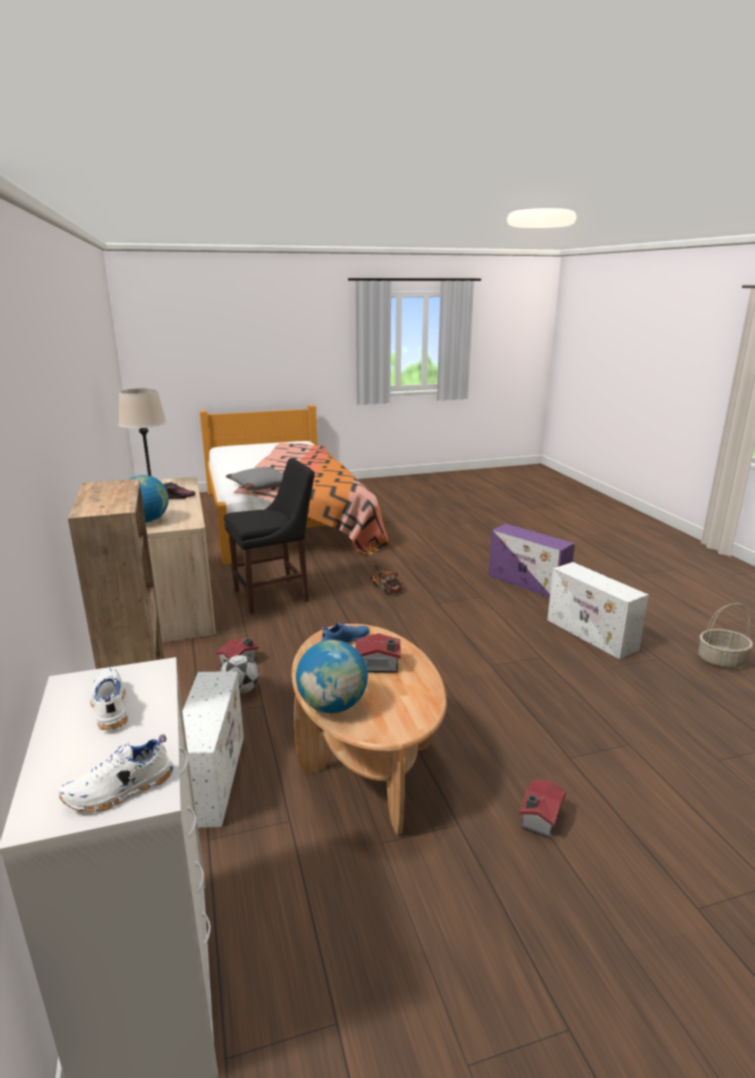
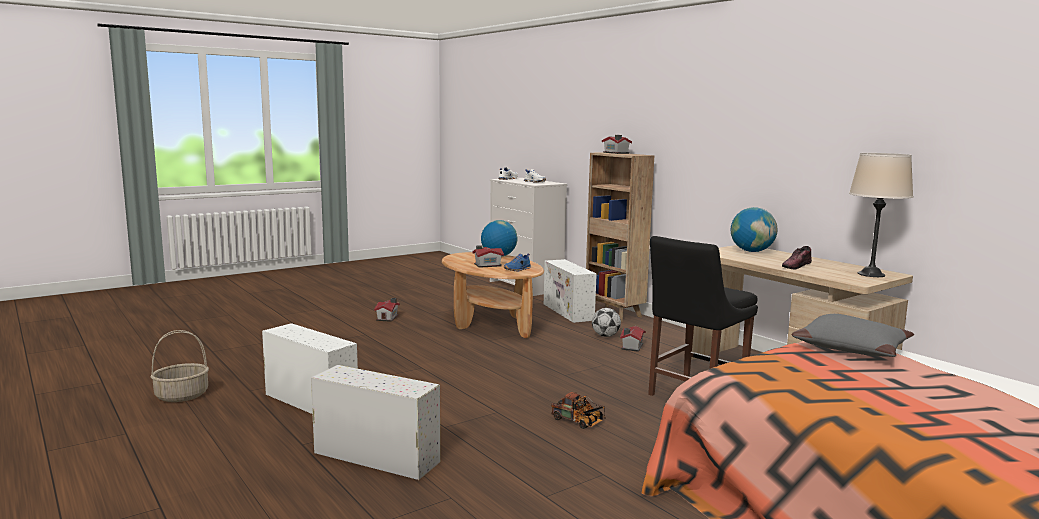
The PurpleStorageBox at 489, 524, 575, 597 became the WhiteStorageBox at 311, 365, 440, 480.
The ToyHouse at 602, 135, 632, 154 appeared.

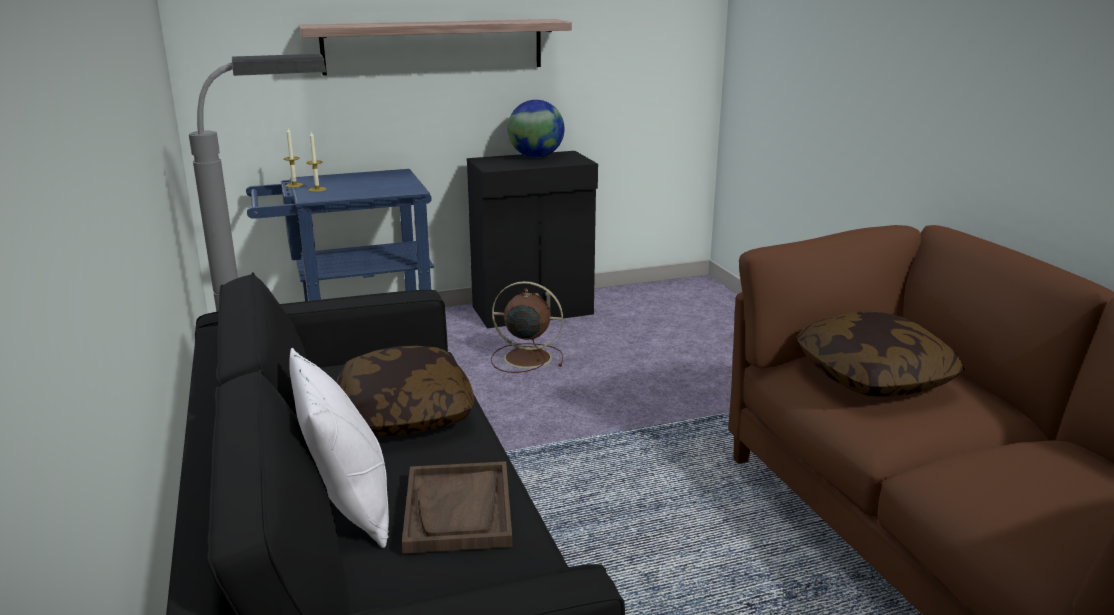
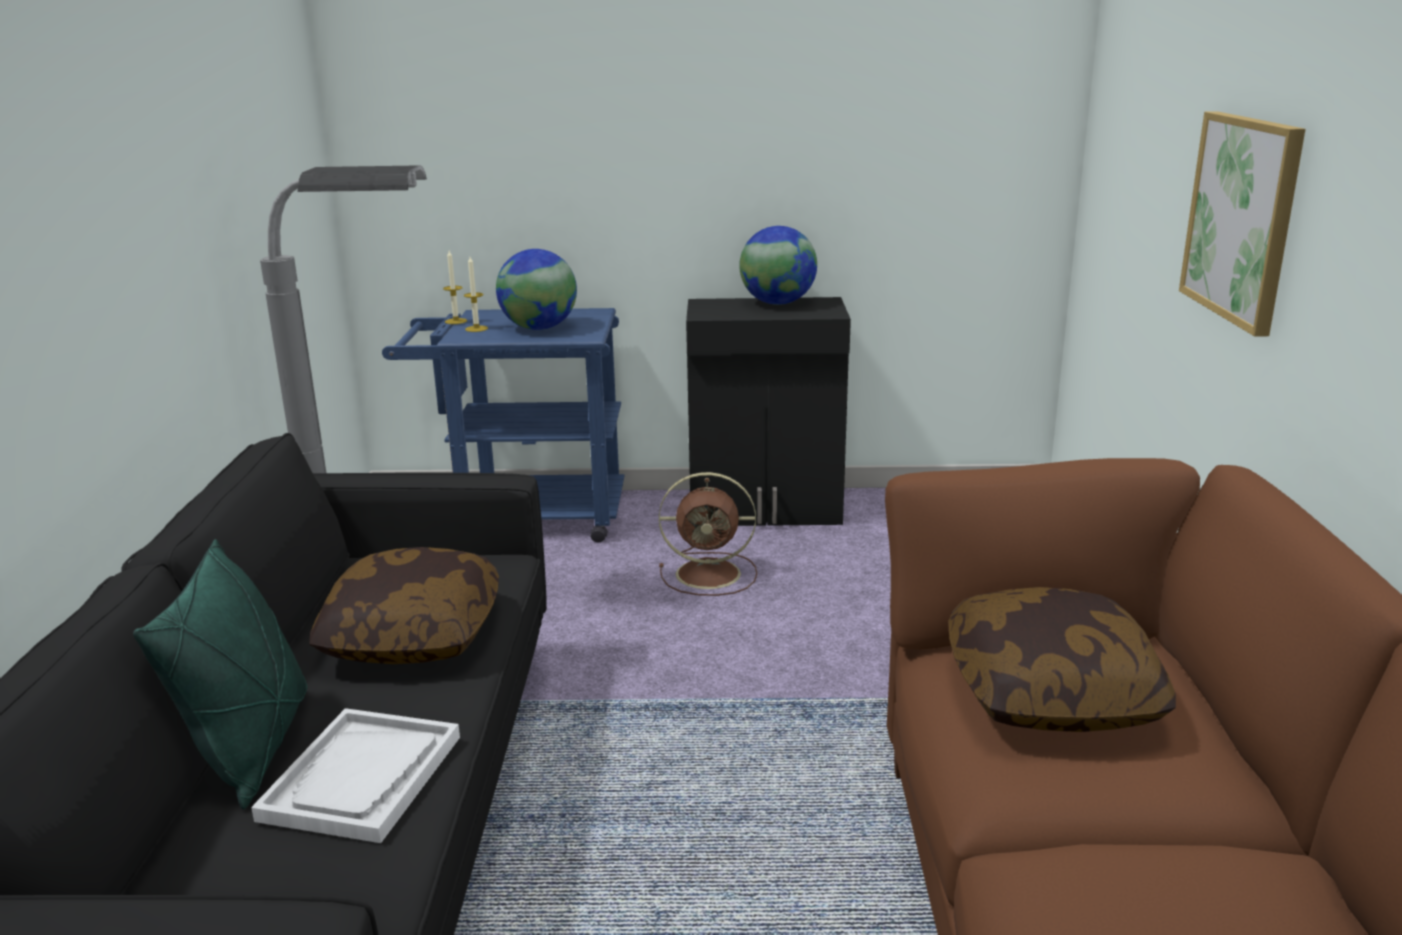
The Shelf at 298, 19, 572, 76 disappeared.
The BrownFan at 491, 281, 563, 373 turned 150 degrees clockwise.
The WhitePillow at 290, 348, 389, 548 became the GreenPillow at 133, 539, 307, 809.
The BrownTray at 402, 461, 512, 554 became the WhiteTray at 251, 708, 460, 843.
The Picture at 1179, 111, 1306, 337 appeared.
The Globe at 496, 249, 577, 330 appeared.

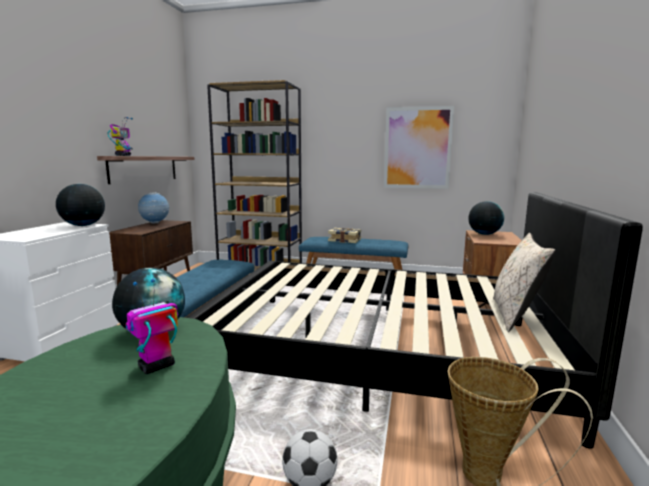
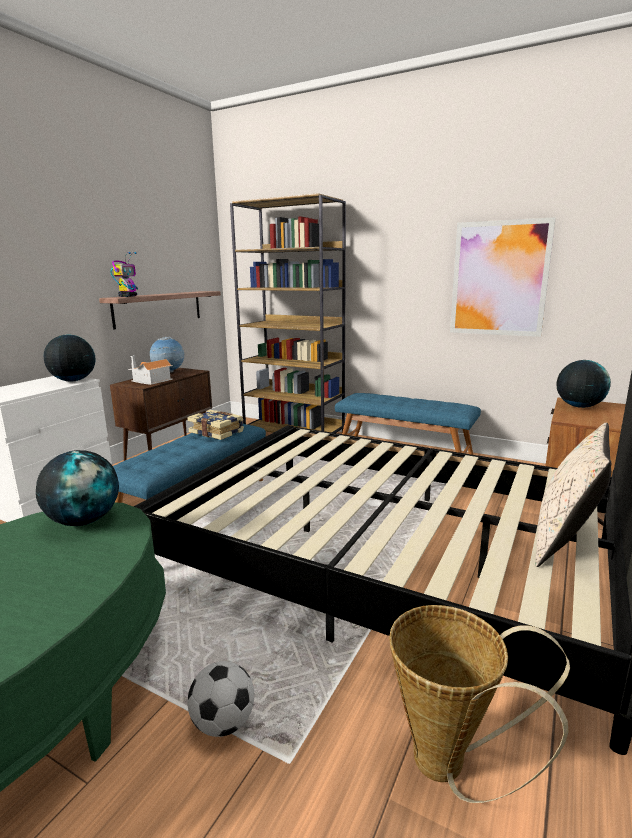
The Book moved from 328, 228, 361, 243 to 187, 410, 244, 440.
The ToyRobot at 126, 279, 178, 374 disappeared.
The ToyHouse at 128, 356, 173, 385 appeared.

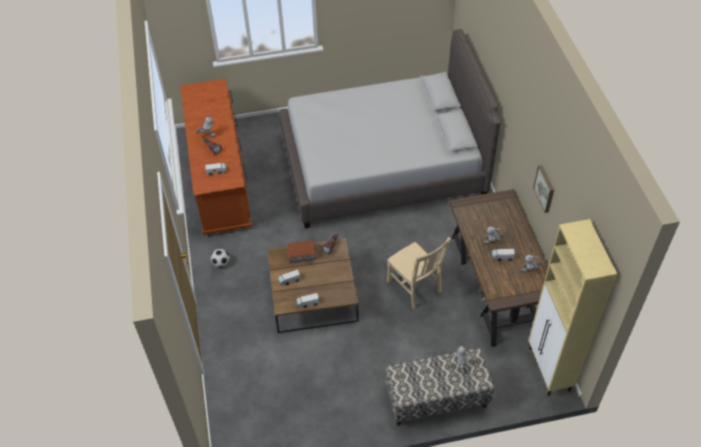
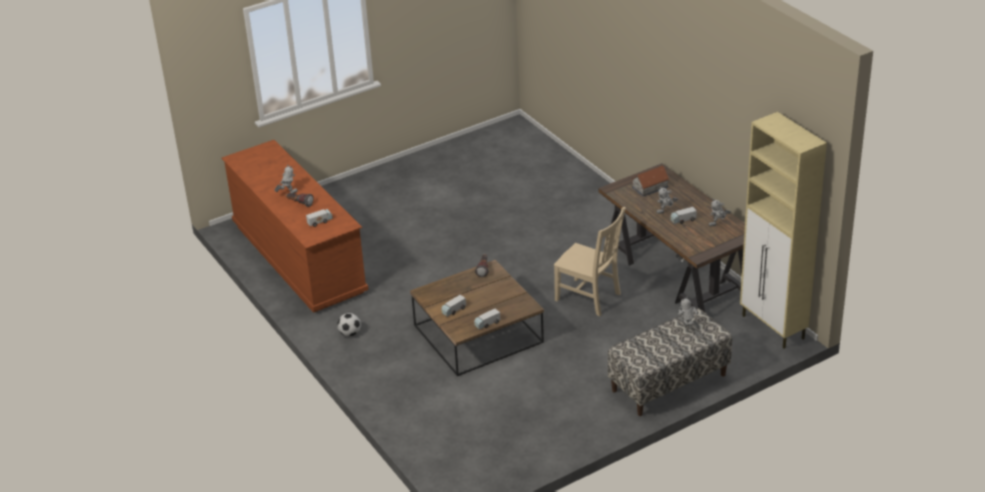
The GreyBed at 279, 29, 501, 228 disappeared.
The Picture at 533, 165, 554, 213 disappeared.
The ToyHouse moved from 286, 240, 316, 263 to 631, 166, 669, 197.

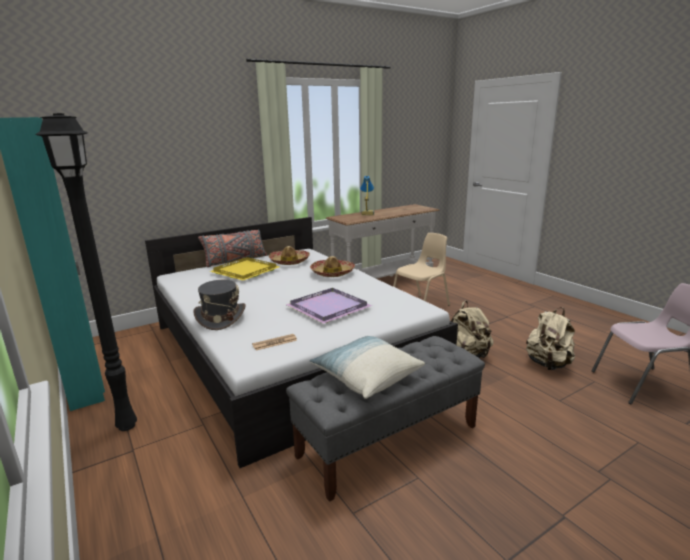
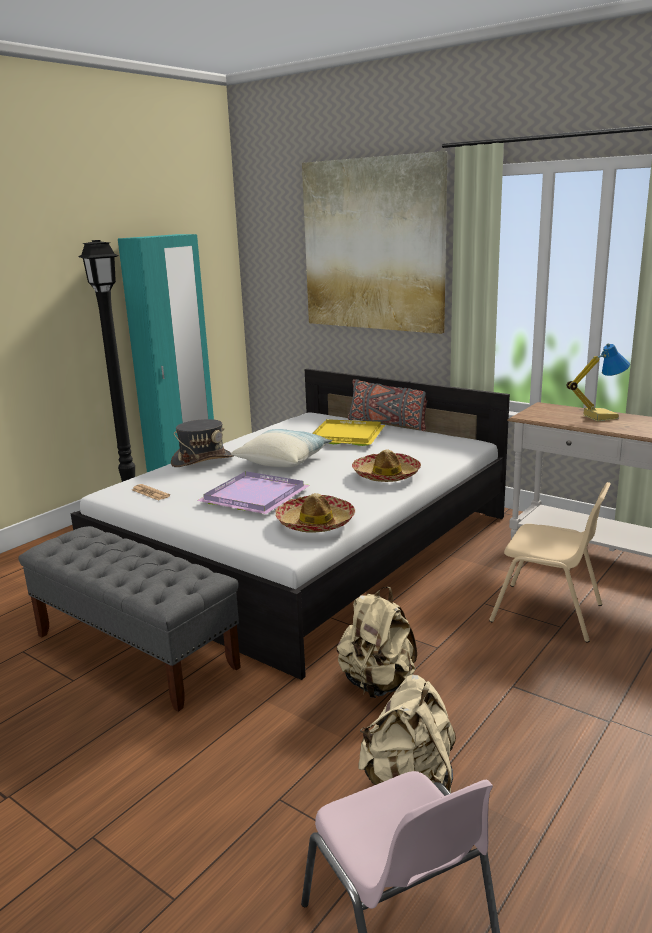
The Hat moved from 269, 246, 310, 265 to 276, 493, 355, 533.
The Pillow moved from 309, 336, 425, 399 to 231, 429, 332, 467.
The Picture at 302, 151, 448, 334 appeared.

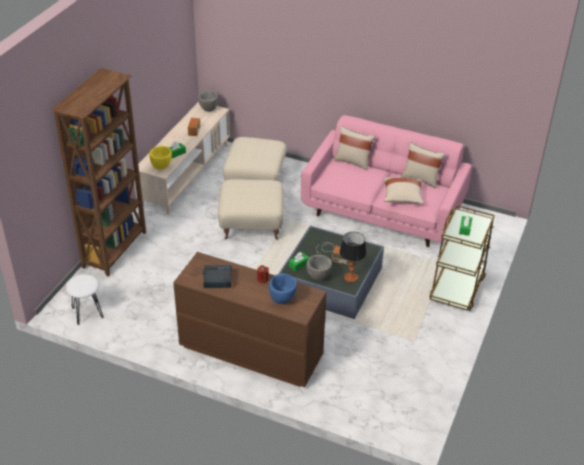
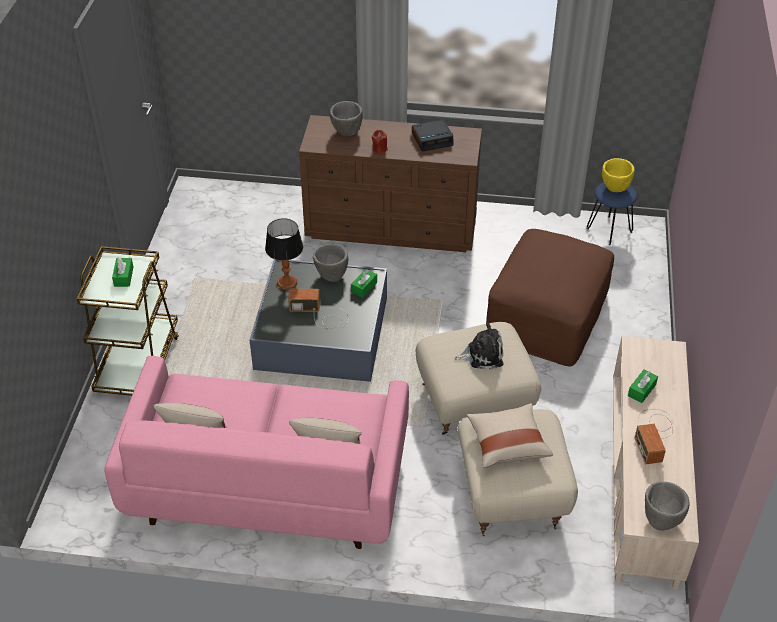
The BrownBookcase at 52, 68, 146, 276 disappeared.
The YellowBowl moved from 149, 146, 172, 170 to 602, 158, 635, 192.
The BeigePillow moved from 383, 177, 424, 204 to 467, 403, 553, 468.
The WhiteStool at 66, 274, 103, 325 became the BlueStool at 587, 182, 637, 245.
The BlueBowl at 269, 274, 297, 304 became the GreyBowl at 330, 101, 363, 136.
The BrownOttoman at 486, 229, 614, 367 appeared.
The PlushToy at 454, 322, 503, 369 appeared.

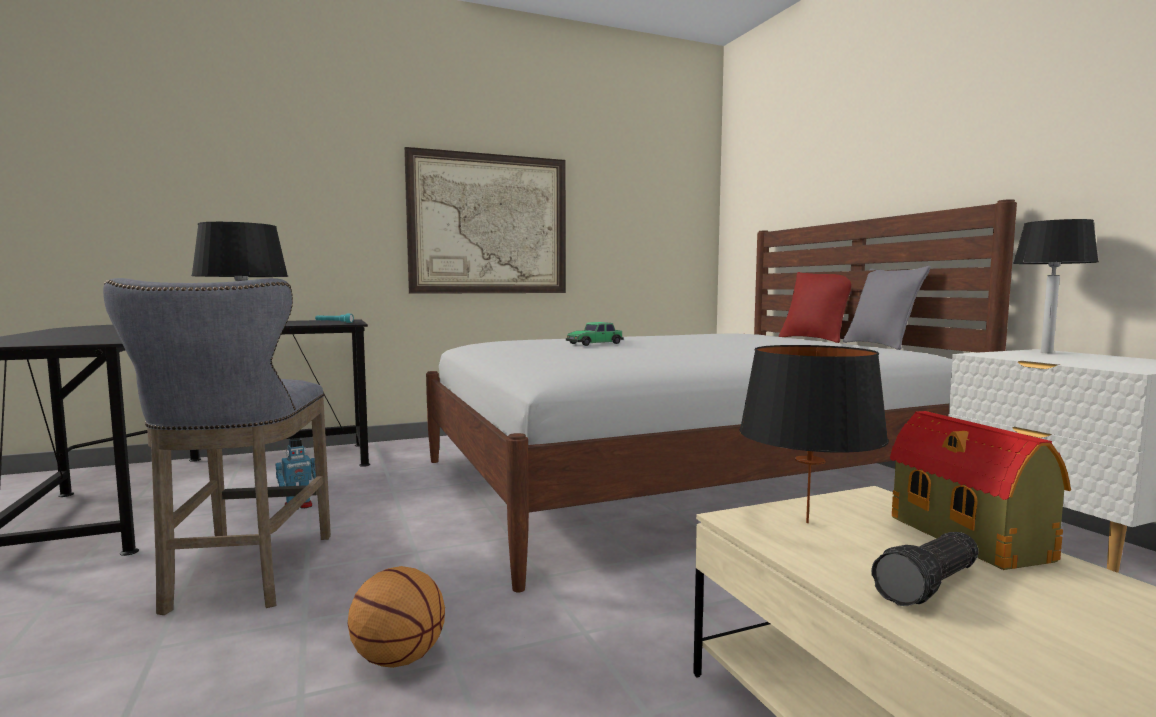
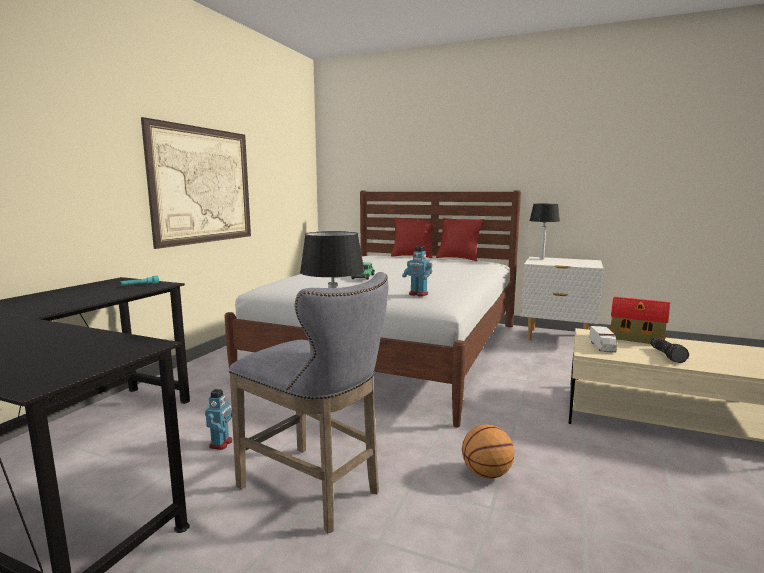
The GreyPillow at 843, 266, 931, 350 became the RedPillow at 436, 218, 484, 261.
The BlackTableLamp at 739, 345, 889, 523 was replaced by the ToyTruck at 589, 326, 618, 352.
The ToyRobot at 402, 246, 432, 297 appeared.

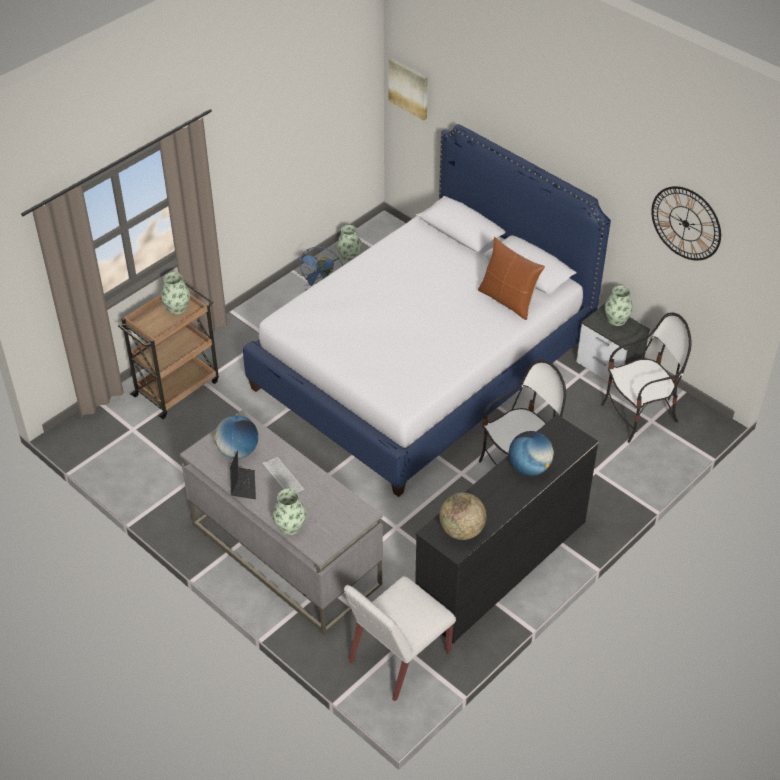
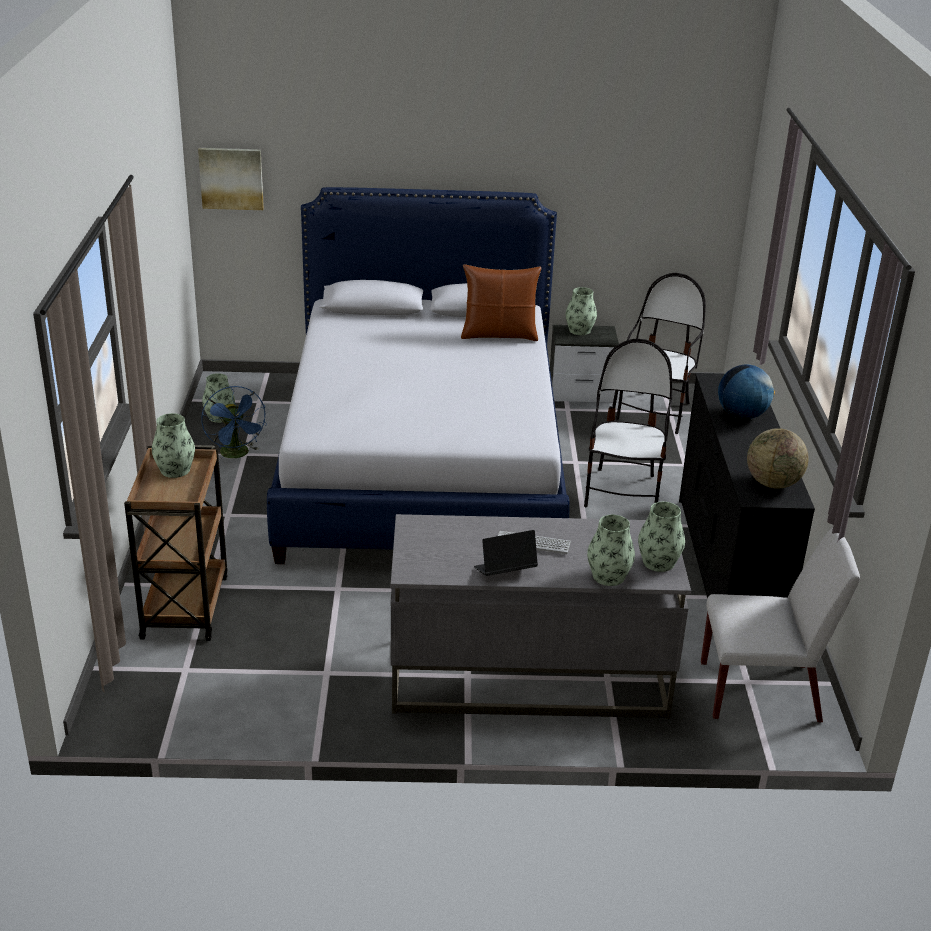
The WallClock at 651, 186, 721, 260 disappeared.
The Globe at 213, 415, 258, 459 disappeared.
The Laptop at 230, 450, 256, 499 turned 60 degrees counterclockwise.
The WhiteChair at 344, 576, 456, 701 turned 90 degrees counterclockwise.
The Vase at 638, 502, 685, 572 appeared.

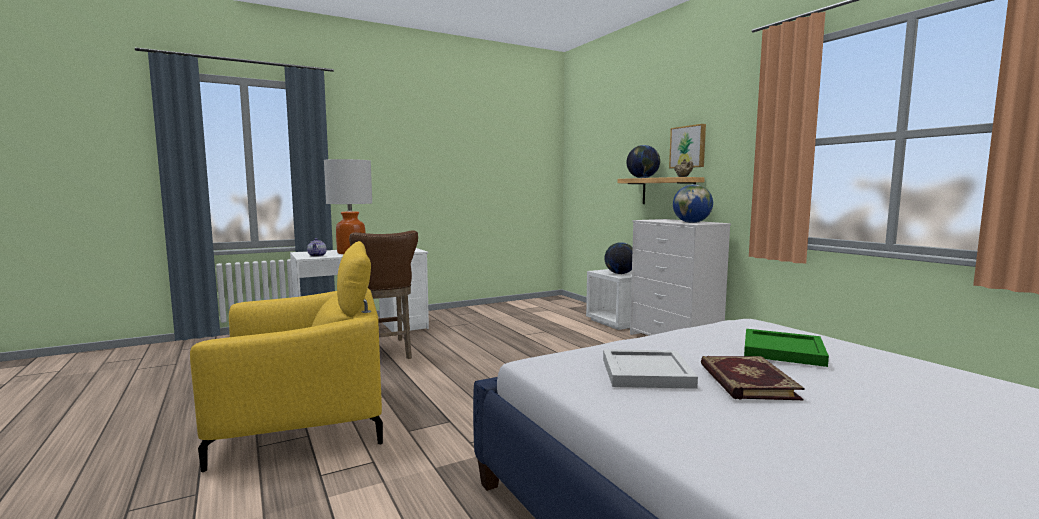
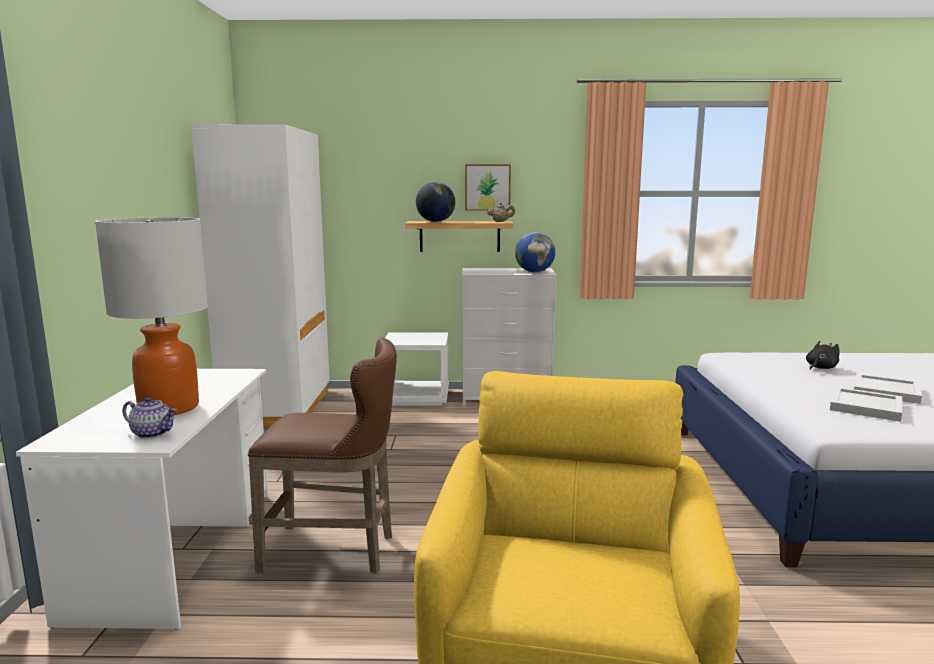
The Globe at 605, 242, 633, 274 disappeared.
The GreenTray at 744, 329, 829, 367 was replaced by the BlackPlushToy at 806, 341, 840, 370.
The Book at 701, 356, 804, 400 was replaced by the WhiteTray at 854, 373, 922, 404.
The WhiteWardrobe at 191, 125, 330, 427 appeared.

